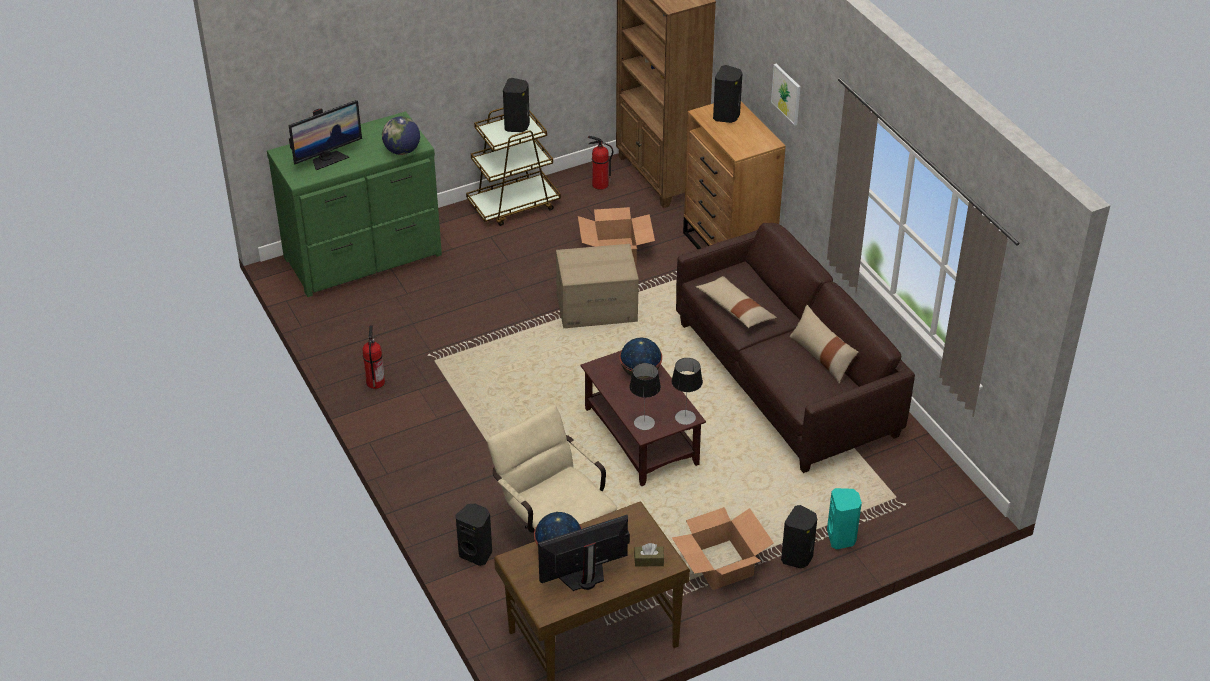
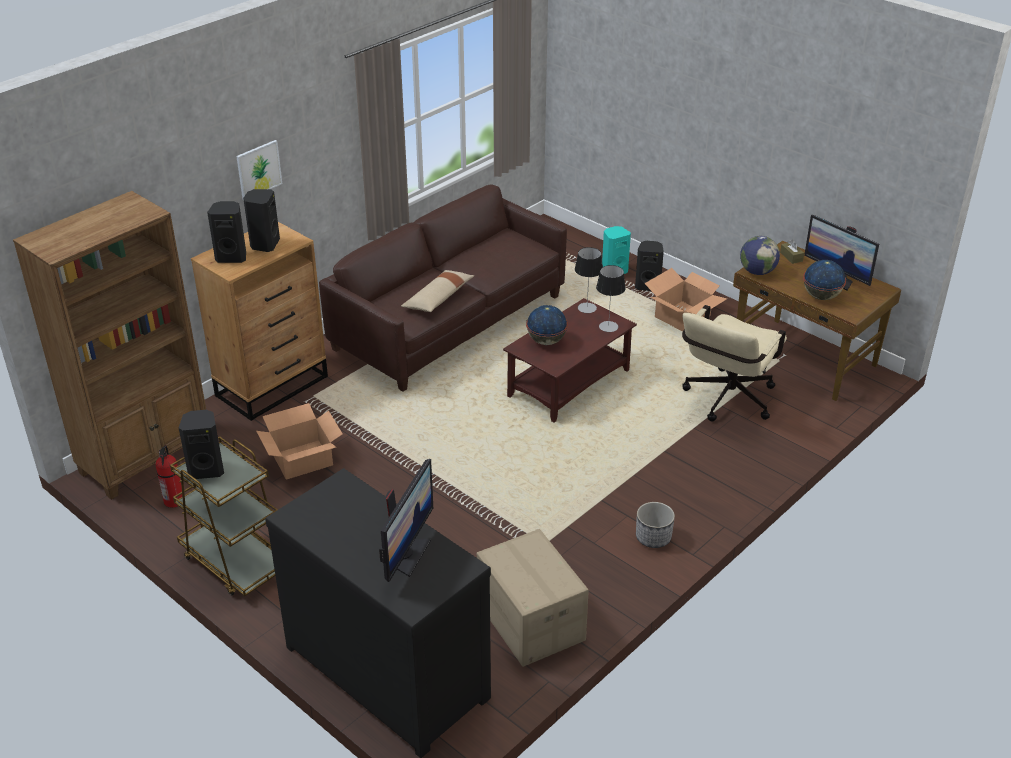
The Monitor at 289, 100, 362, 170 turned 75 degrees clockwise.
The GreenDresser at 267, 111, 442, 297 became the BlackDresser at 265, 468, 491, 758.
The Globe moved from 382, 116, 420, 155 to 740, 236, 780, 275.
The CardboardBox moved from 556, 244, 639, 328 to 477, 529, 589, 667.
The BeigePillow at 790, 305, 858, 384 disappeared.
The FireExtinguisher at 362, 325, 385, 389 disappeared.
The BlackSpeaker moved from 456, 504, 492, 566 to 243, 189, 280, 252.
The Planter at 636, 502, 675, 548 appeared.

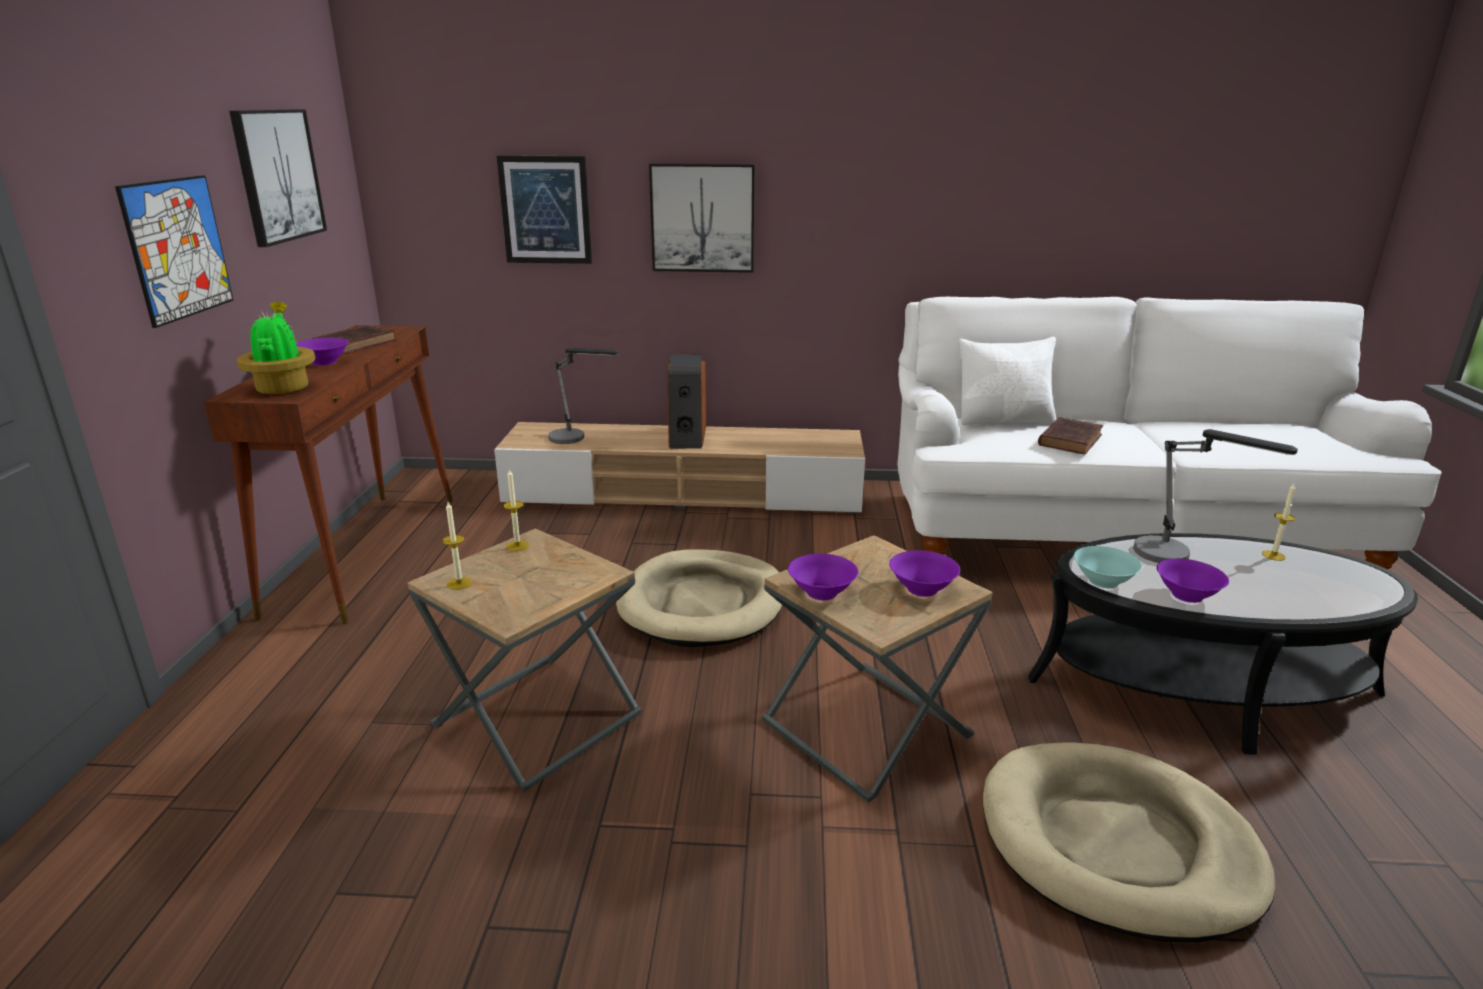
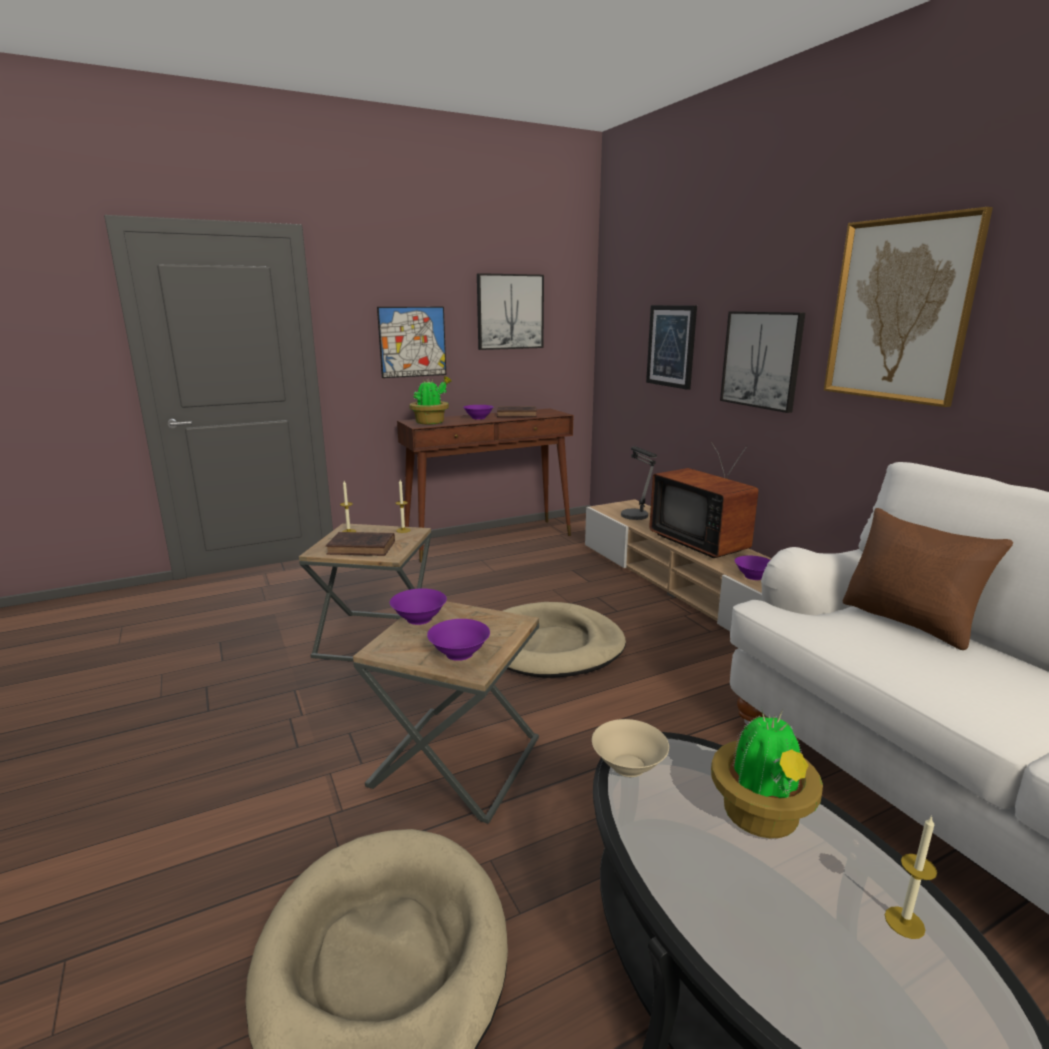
The WhitePillow at 958, 337, 1056, 425 became the BrownPillow at 843, 508, 1013, 650.
The Speaker at 666, 355, 706, 449 was replaced by the Television at 649, 442, 759, 558.
The BrownBook moved from 1038, 417, 1103, 455 to 326, 532, 395, 556.
The TableLamp at 1133, 429, 1298, 563 was replaced by the PottedPlant at 711, 707, 823, 838.
The TurquoiseBowl at 1074, 546, 1142, 588 became the BeigeBowl at 592, 719, 669, 777.
The PurpleBowl moved from 1157, 559, 1229, 603 to 734, 555, 770, 580.
The Picture at 824, 207, 993, 407 appeared.

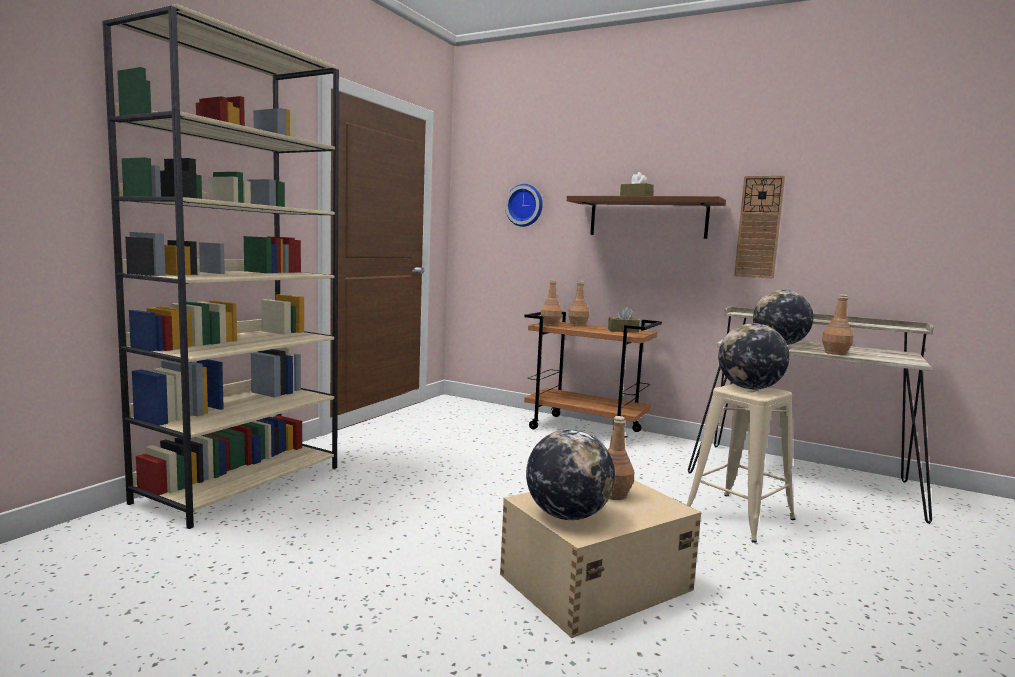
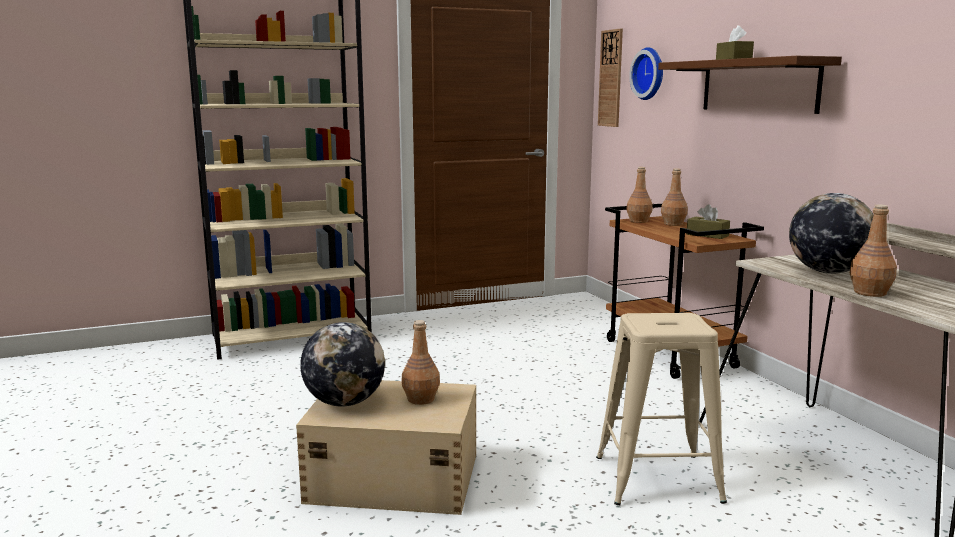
The WallClock moved from 734, 176, 785, 279 to 598, 28, 623, 127.
The Globe at 718, 323, 789, 390 disappeared.

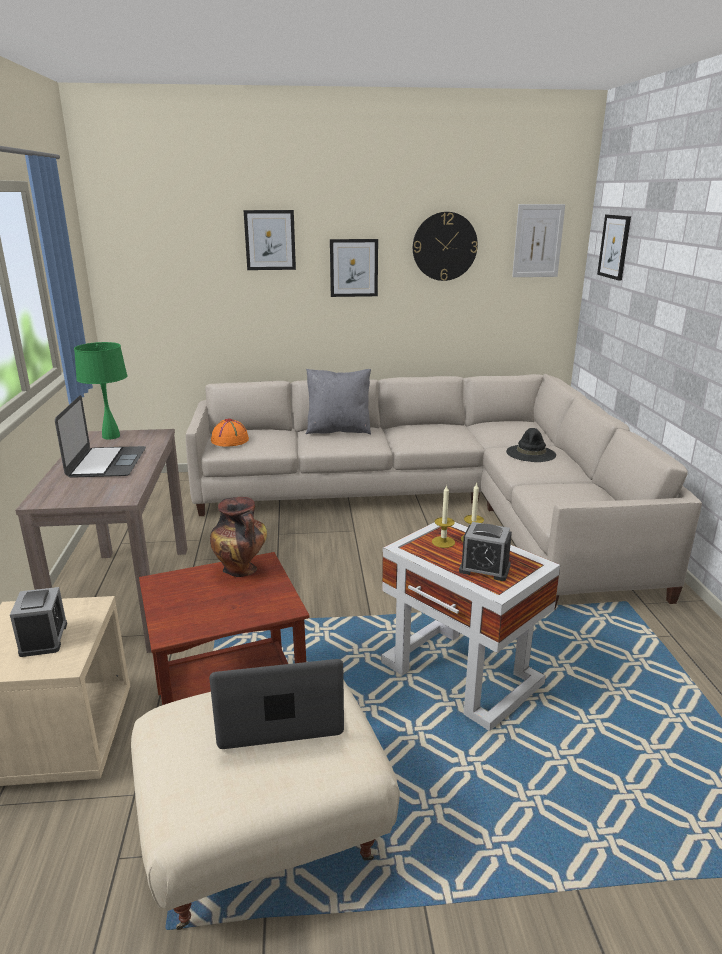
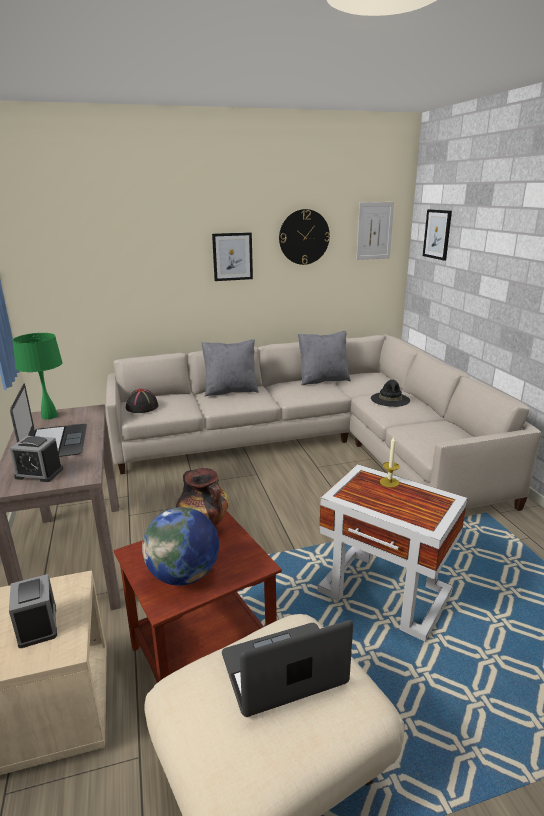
The Picture at 244, 210, 296, 270 disappeared.
The OrangeHat at 211, 418, 249, 447 became the BlackHat at 126, 389, 158, 413.
The Candle at 432, 485, 455, 548 disappeared.
The AlarmClock moved from 459, 522, 512, 581 to 10, 436, 63, 482.
The GreyPillow at 298, 331, 351, 385 appeared.
The Globe at 142, 507, 219, 586 appeared.

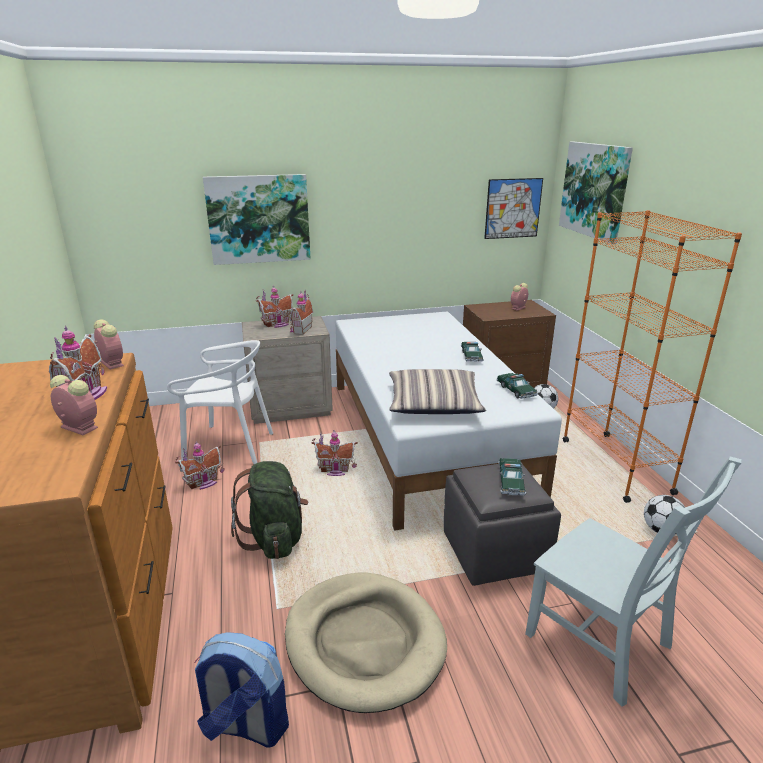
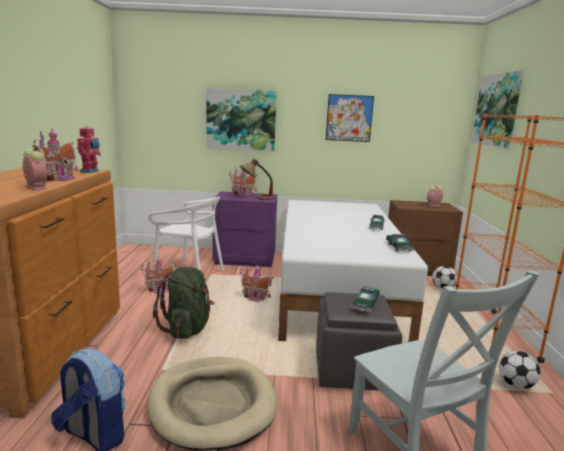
The Picture moved from 484, 178, 543, 239 to 326, 94, 374, 142.
The ToyHouse at 290, 290, 313, 334 was replaced by the TableLamp at 240, 159, 275, 200.
The BeigeNightstand at 242, 316, 333, 424 became the PurpleNightstand at 213, 191, 277, 267.
The AlarmClock at 94, 319, 124, 370 was replaced by the ToyRobot at 77, 126, 101, 173.
The Pillow at 389, 369, 486, 414 disappeared.

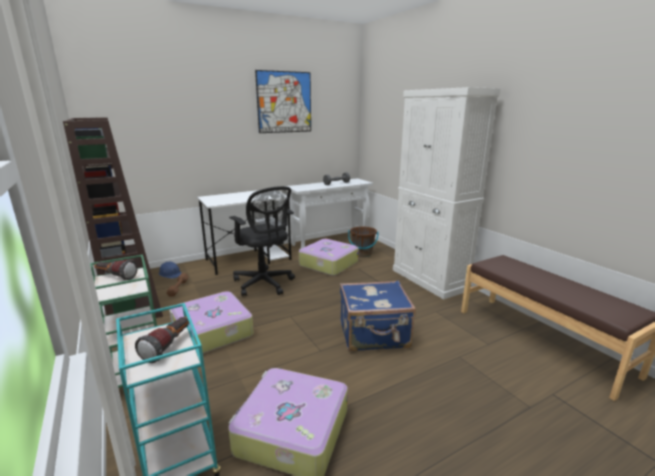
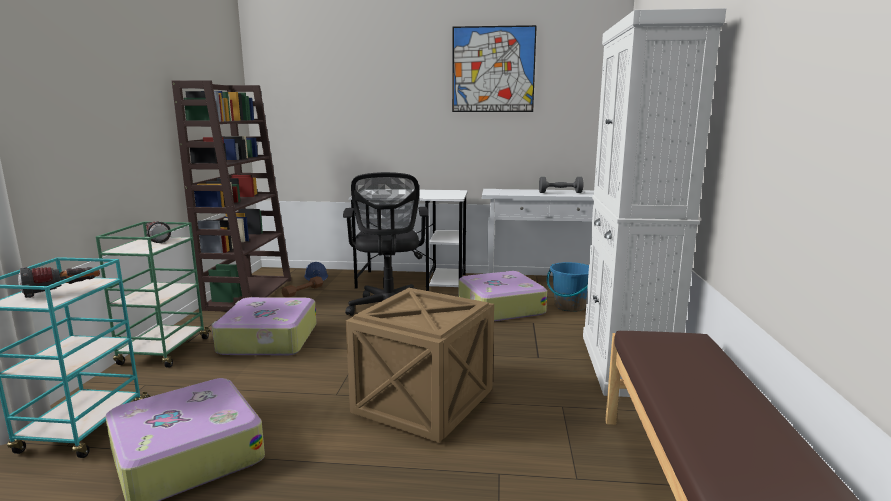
The BrownBucket at 348, 226, 379, 257 became the BlueBucket at 547, 262, 589, 312.
The BlueSuitcase at 340, 281, 416, 351 was replaced by the Crate at 346, 288, 494, 443.

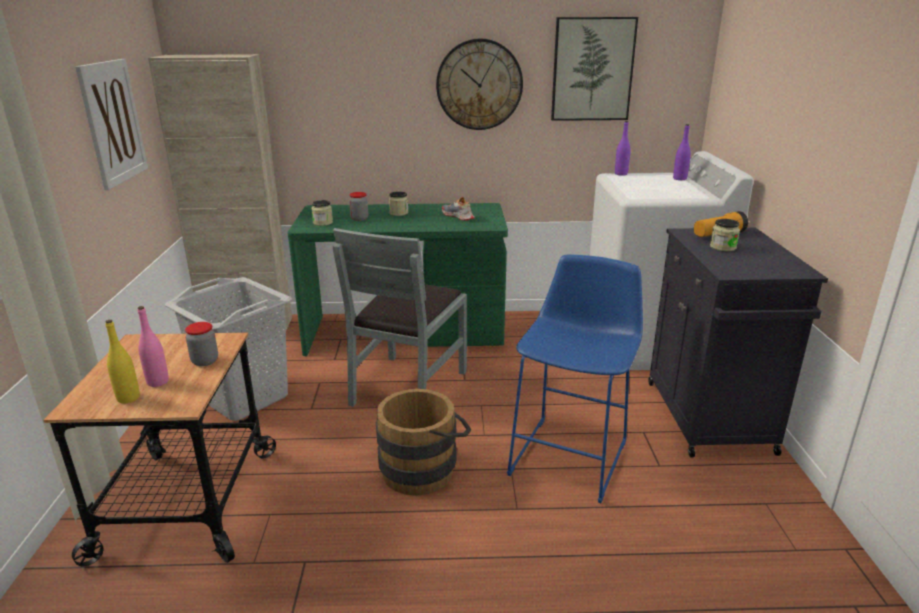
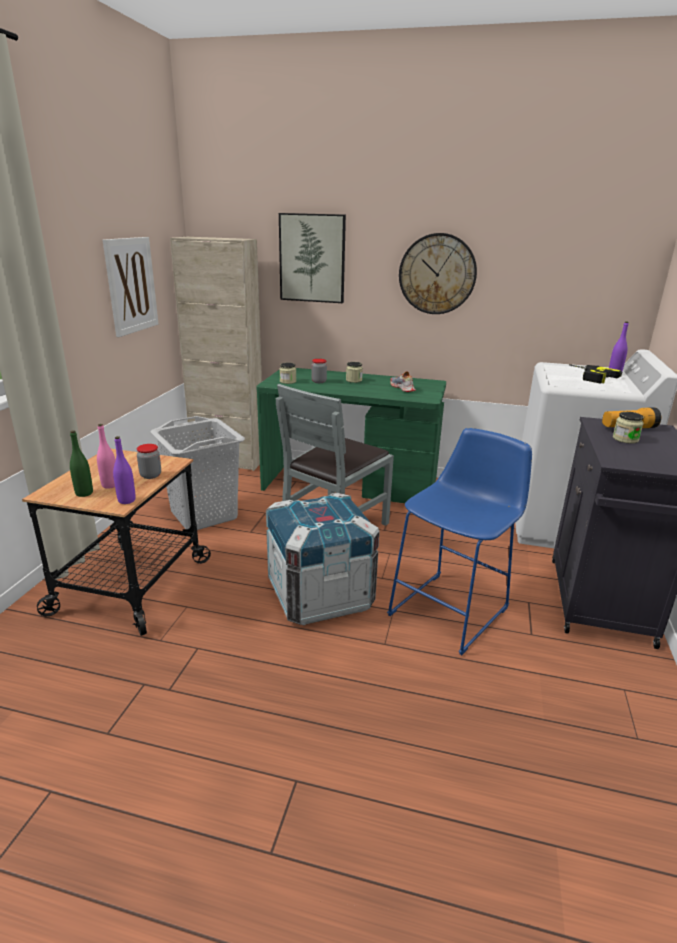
The Picture moved from 551, 17, 638, 121 to 279, 213, 346, 303.
The PurpleBottle moved from 615, 121, 631, 176 to 113, 436, 136, 504.
The YellowBottle at 105, 320, 140, 404 became the GreenBottle at 70, 430, 93, 497.
The BrownBucket at 376, 389, 471, 496 was replaced by the Crate at 266, 493, 379, 625.
The PowerDrill at 569, 364, 622, 384 appeared.

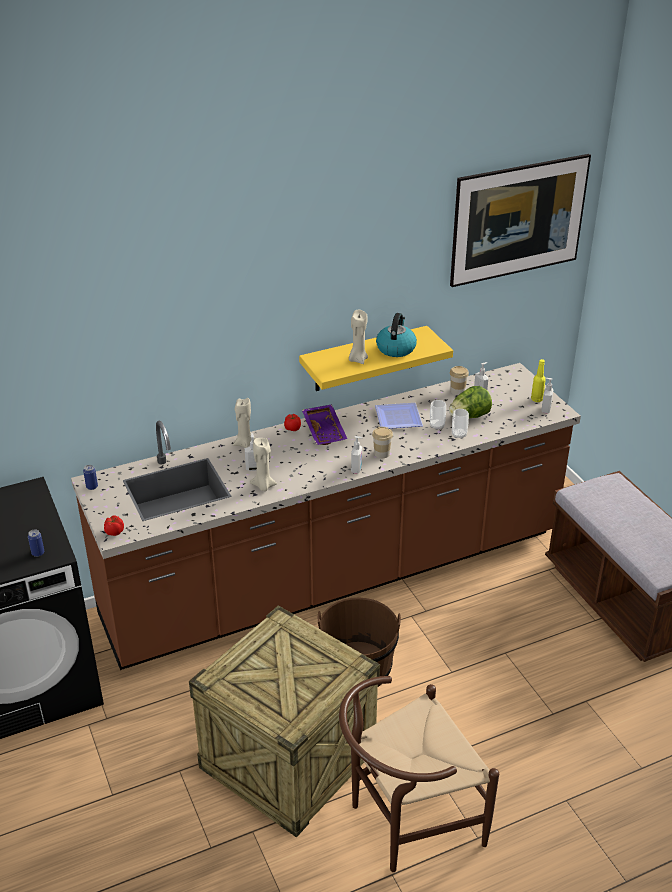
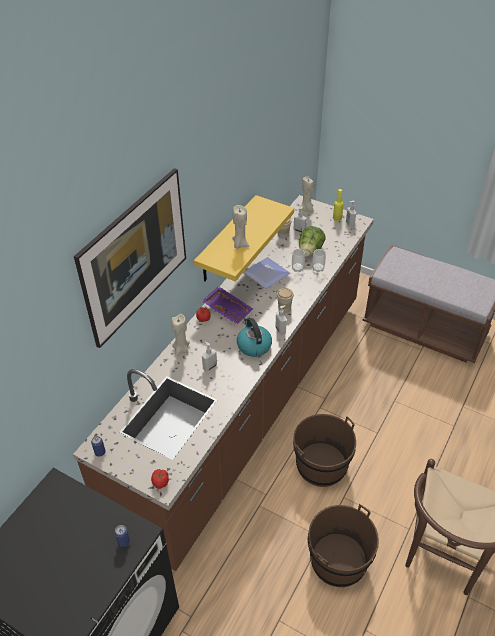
The Picture moved from 450, 154, 591, 287 to 74, 168, 186, 348.
The Kettle moved from 376, 313, 417, 357 to 237, 317, 272, 357.
The BeigeCandle moved from 250, 438, 277, 491 to 298, 176, 314, 212.
The Crate at 189, 605, 380, 837 was replaced by the BrownBucket at 308, 504, 379, 587.

